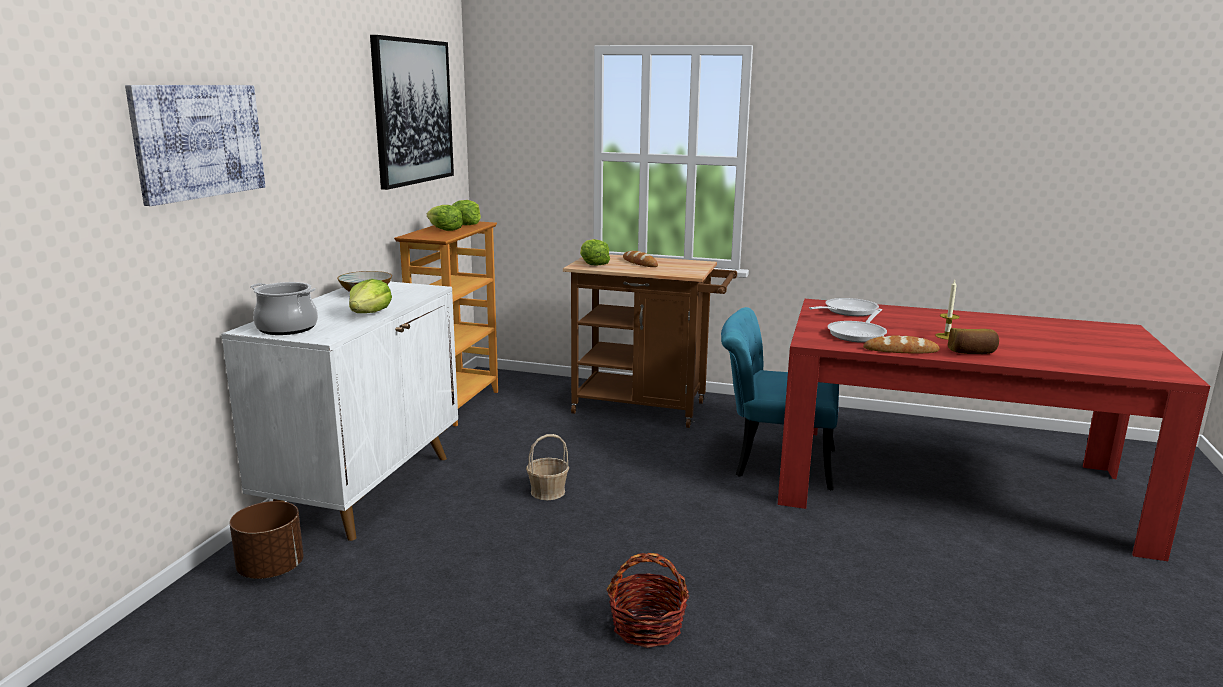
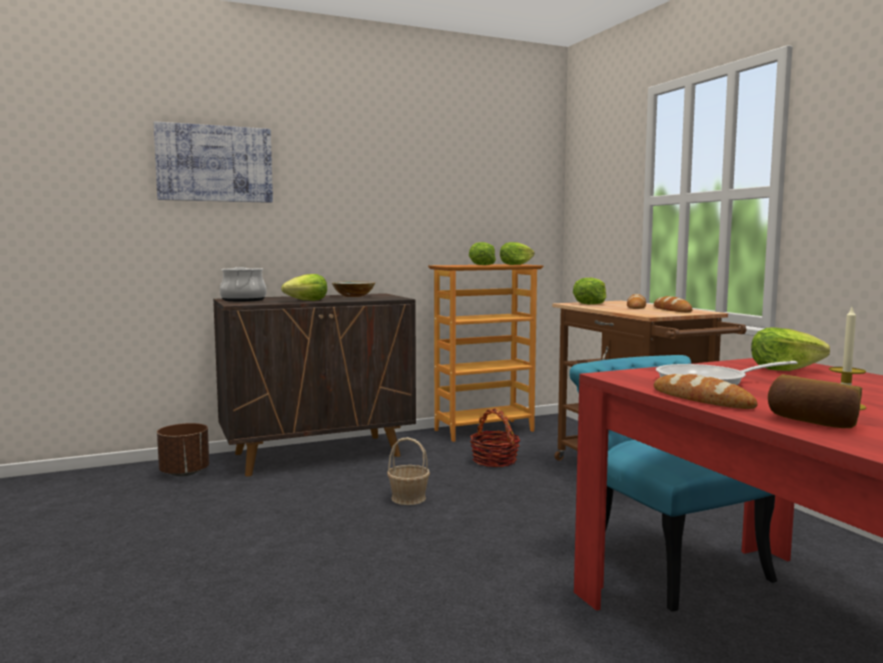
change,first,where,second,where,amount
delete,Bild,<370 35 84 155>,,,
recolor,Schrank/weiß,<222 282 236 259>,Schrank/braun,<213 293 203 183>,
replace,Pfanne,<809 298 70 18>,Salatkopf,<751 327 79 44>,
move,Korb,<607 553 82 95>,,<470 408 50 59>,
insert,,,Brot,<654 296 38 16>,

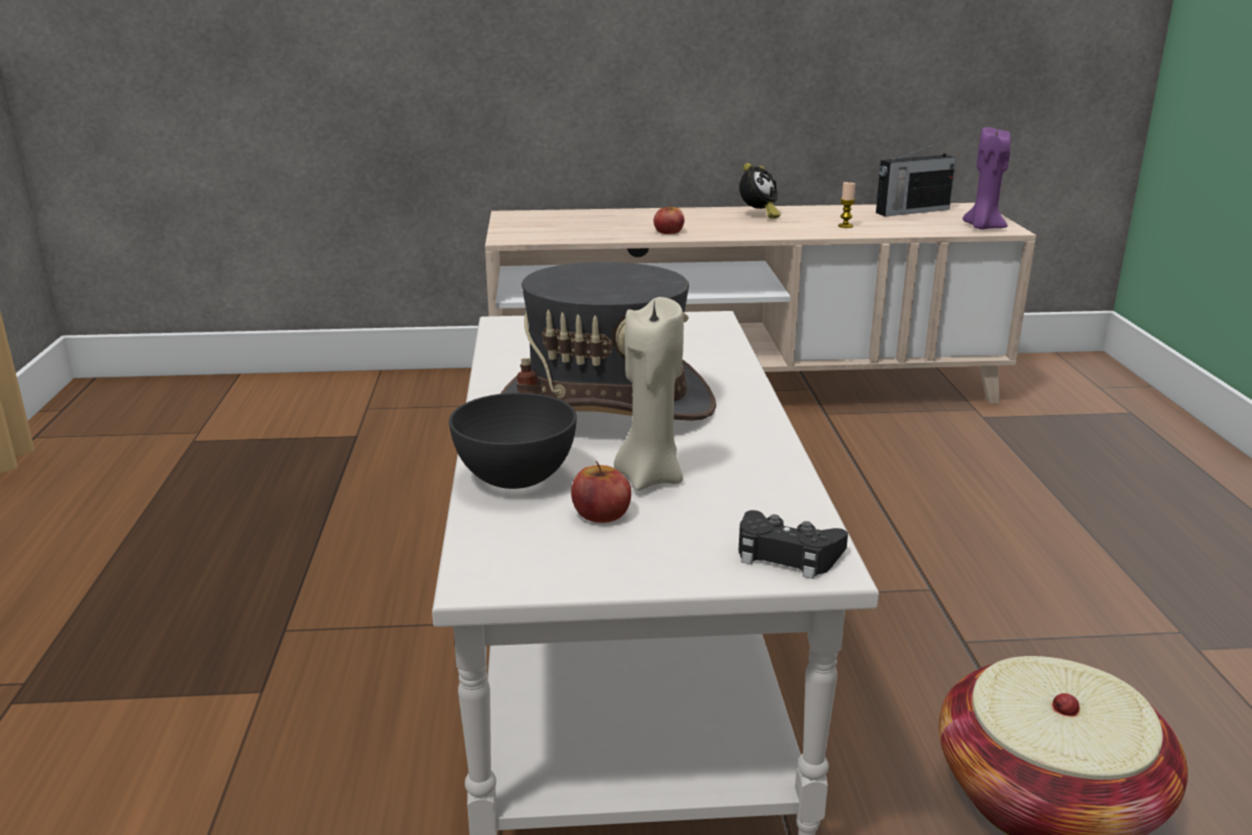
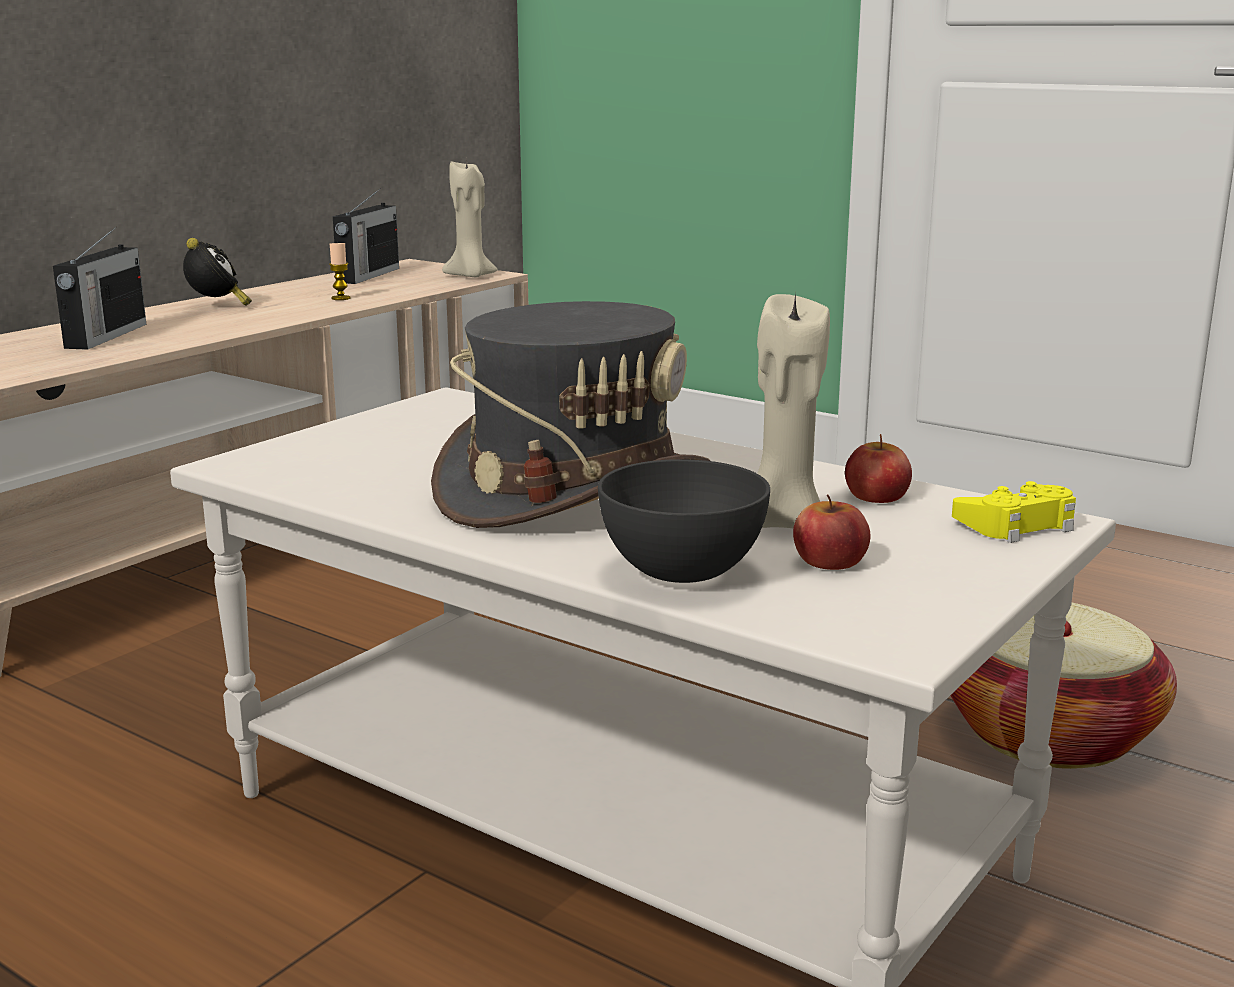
change,first,where,second,where,amount
recolor,Kerze/lila,<963 127 48 103>,Kerze/beige,<442 161 56 116>,
move,Apfel,<654 203 30 31>,,<845 434 67 69>,
recolor,Gamepad/schwarz,<739 510 109 69>,Gamepad/gelb,<952 481 124 62>,
insert,,,Radio,<53 226 94 124>,

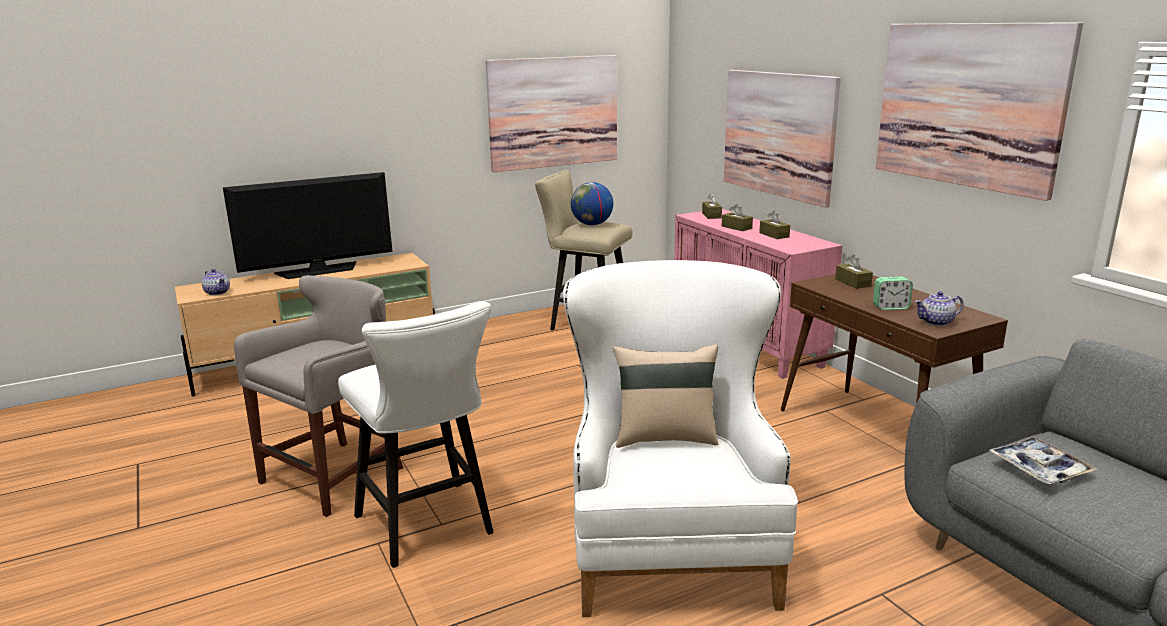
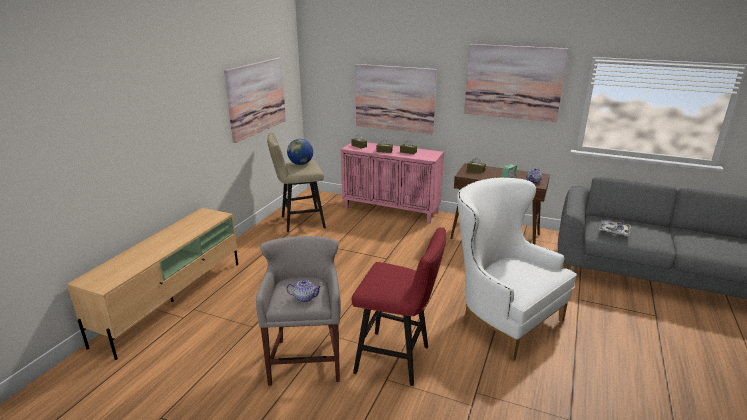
change,first,where,second,where,amount
delete,Fernseher,<223 172 169 107>,,,
move,Teekanne,<202 269 28 27>,,<286 280 36 23>,
recolor,Hocker/weiß,<338 301 156 267>,Hocker/rot,<352 227 94 159>,
delete,Kissen/beige,<613 344 105 104>,,,

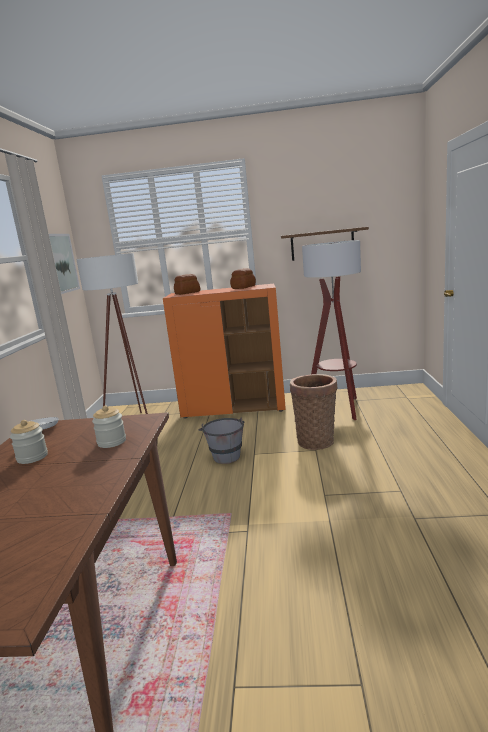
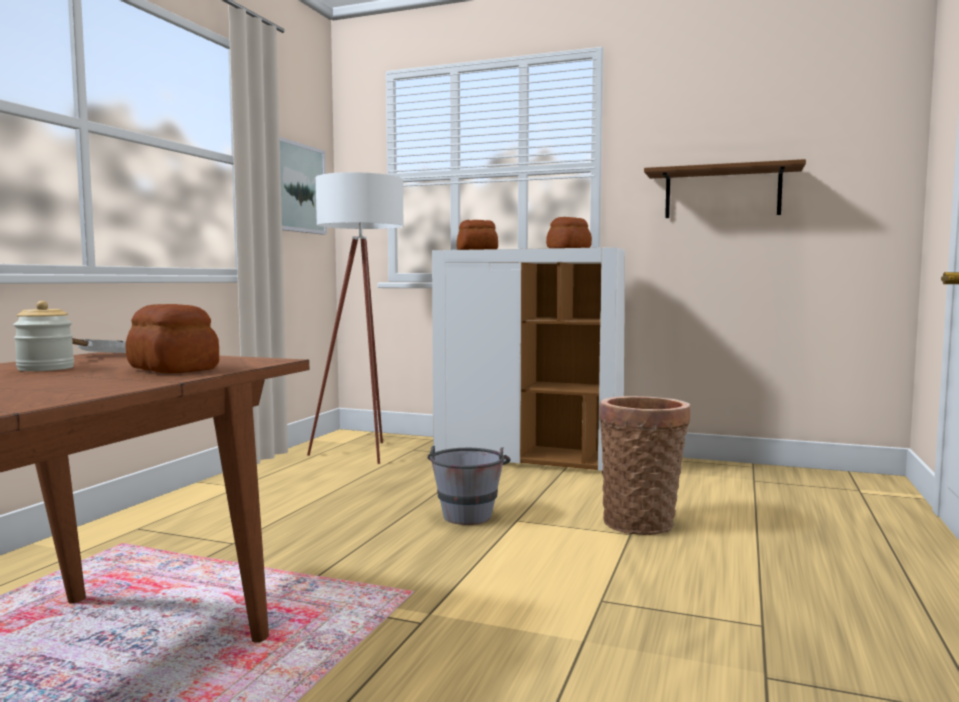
change,first,where,second,where,amount
delete,Stehlampe,<302 240 59 180>,,,
recolor,Schrank/orange,<163 284 123 135>,Schrank/weiß,<432 247 193 227>,
replace,Vorratsglas,<92 406 34 42>,Brot,<125 304 94 69>,

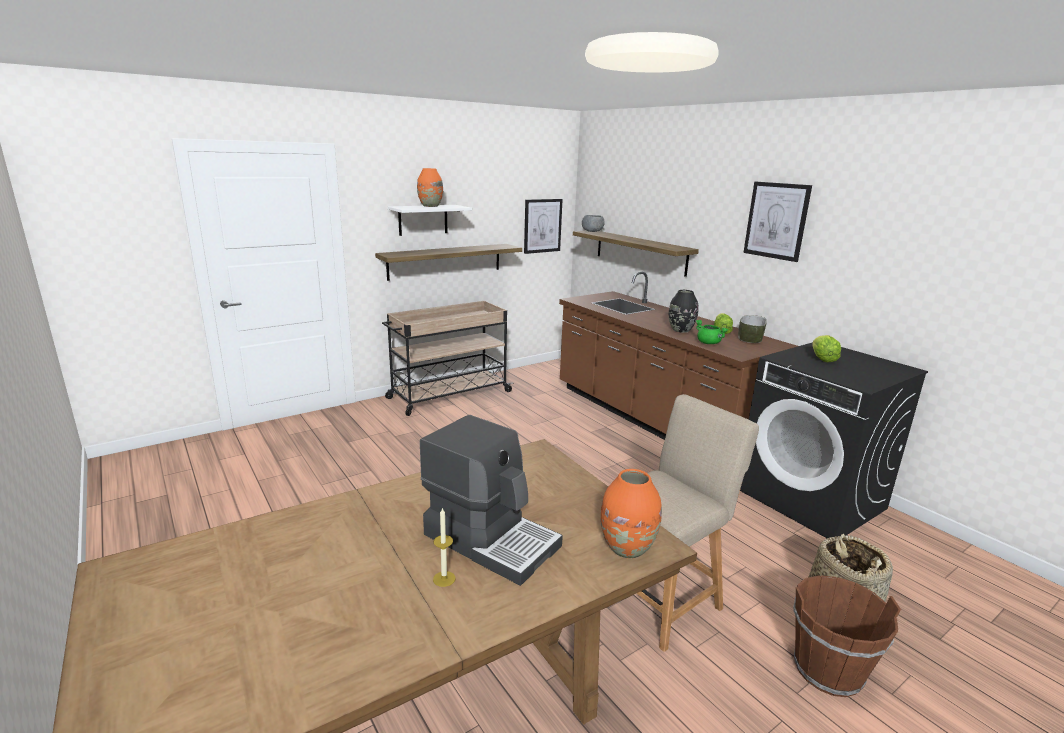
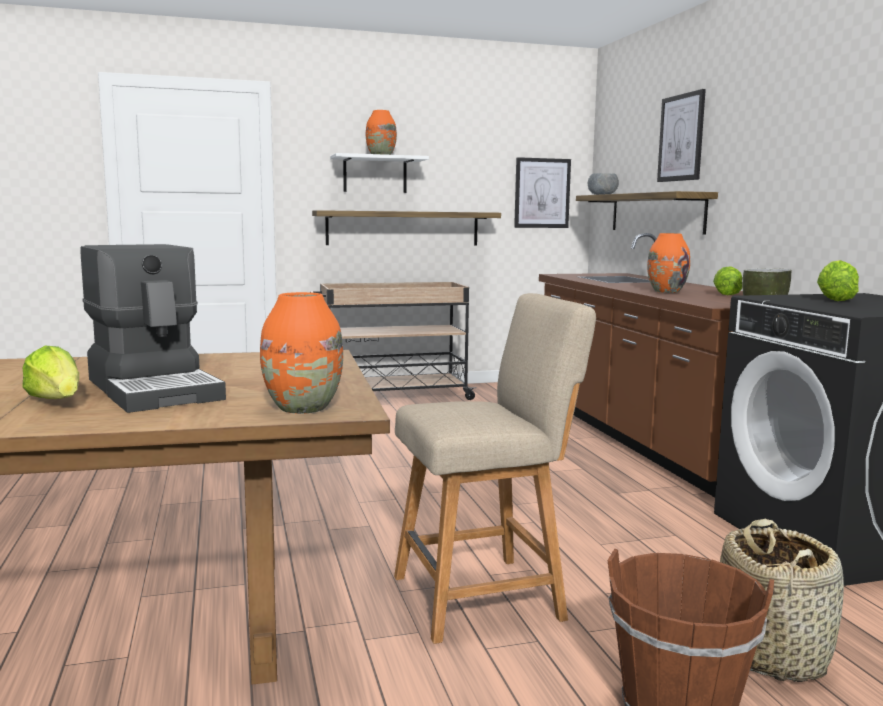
change,first,where,second,where,amount
move,Bild,<743 182 69 80>,,<657 89 49 93>,
recolor,Vase/schwarz,<669 290 30 43>,Vase/orange,<647 233 43 60>,
delete,Kochtopf/grün,<696 320 32 24>,,,
replace,Kerze,<433 507 23 80>,Salatkopf,<22 346 57 53>,

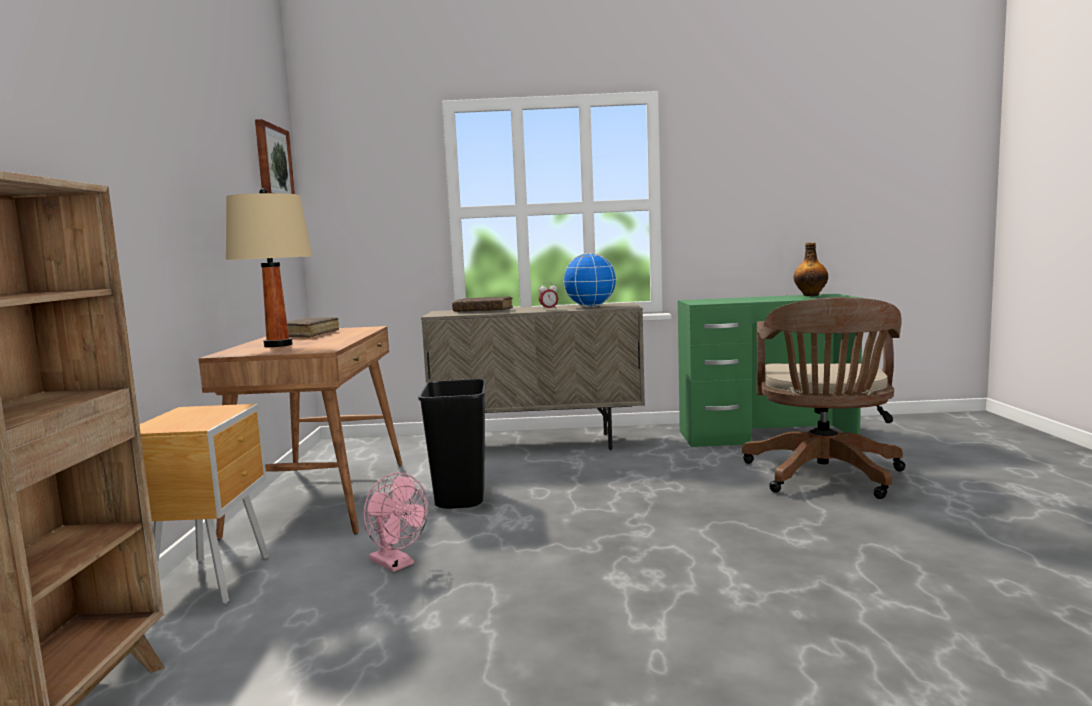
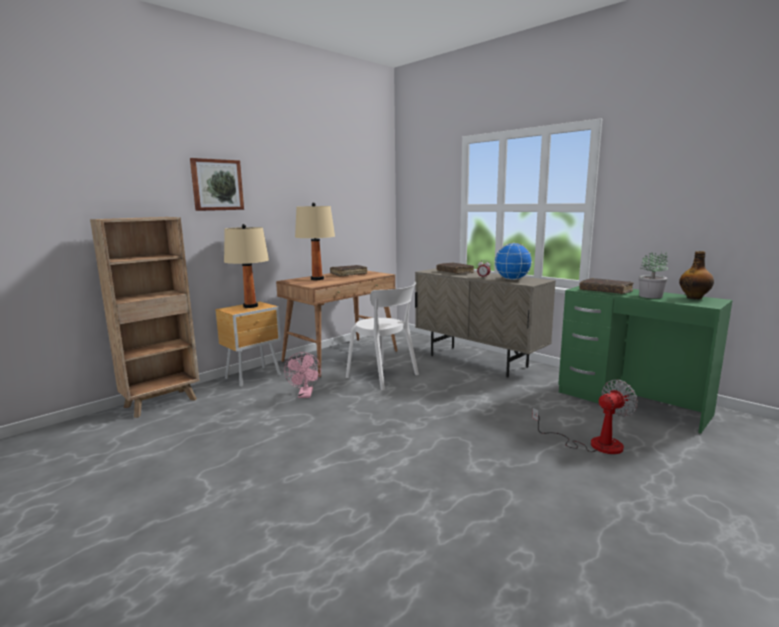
change,first,where,second,where,amount
move,Bild,<255 119 40 75>,,<190 158 54 53>,
replace,Bürostuhl/braun,<742 297 163 202>,Ventilator,<532 380 106 74>,
replace,Mülleimer/schwarz,<418 379 69 130>,Stuhl/weiß,<346 281 73 109>,
insert,,,Tischlampe/beige,<224 224 45 84>,
insert,,,Topfpflanze,<639 252 29 47>,
insert,,,Buch/braun,<579 278 55 16>,

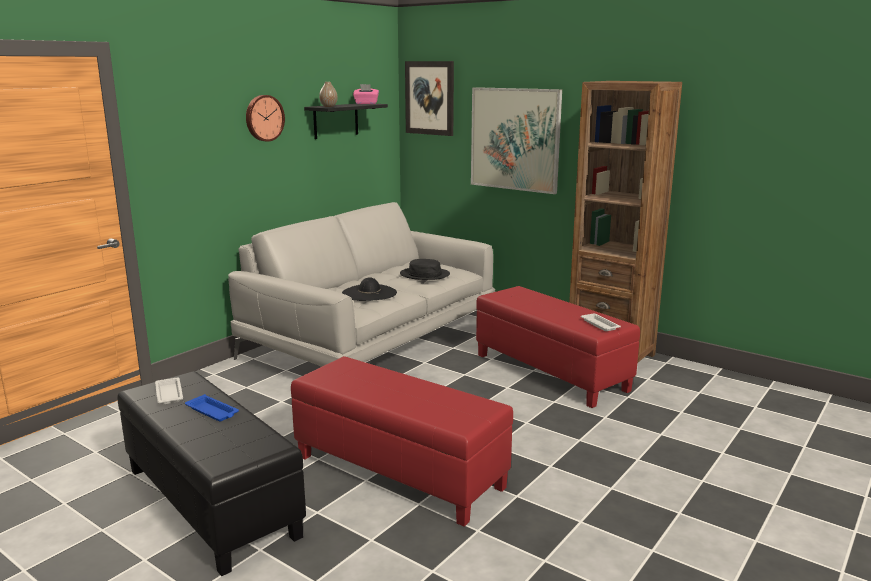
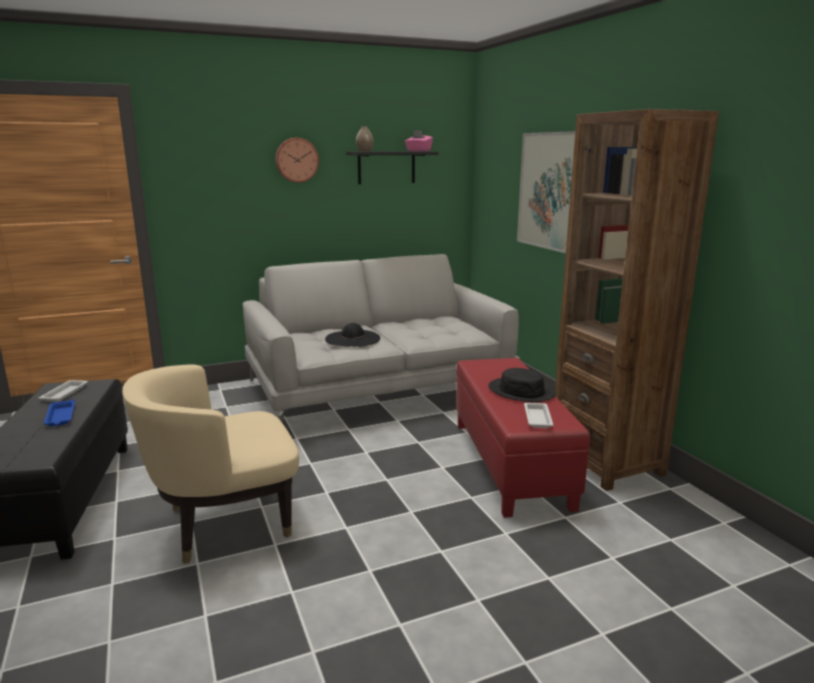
change,first,where,second,where,amount
delete,Bild,<405 61 49 75>,,,
move,Hut/schwarz,<400 259 50 21>,,<488 368 68 34>,
replace,Polsterhocker/rot,<291 356 222 171>,Sessel/beige,<122 364 177 200>,

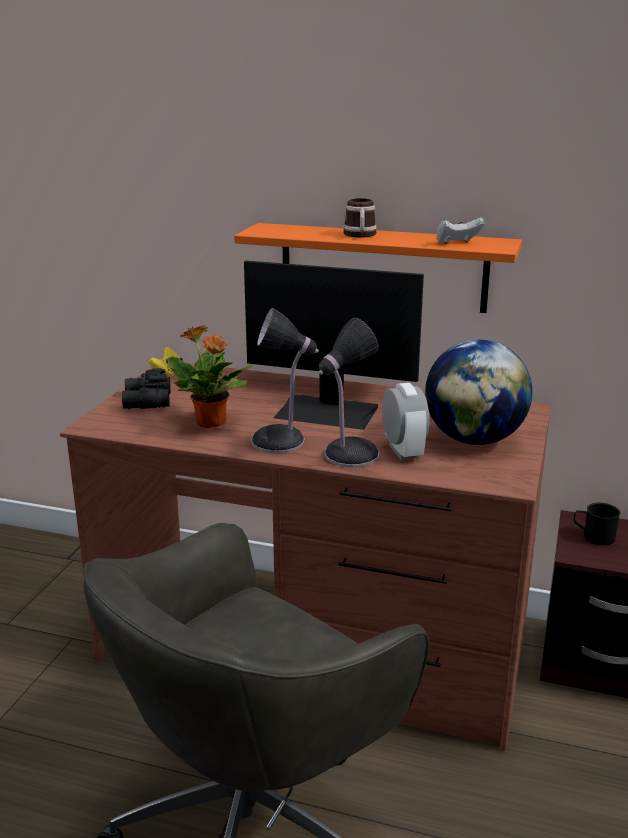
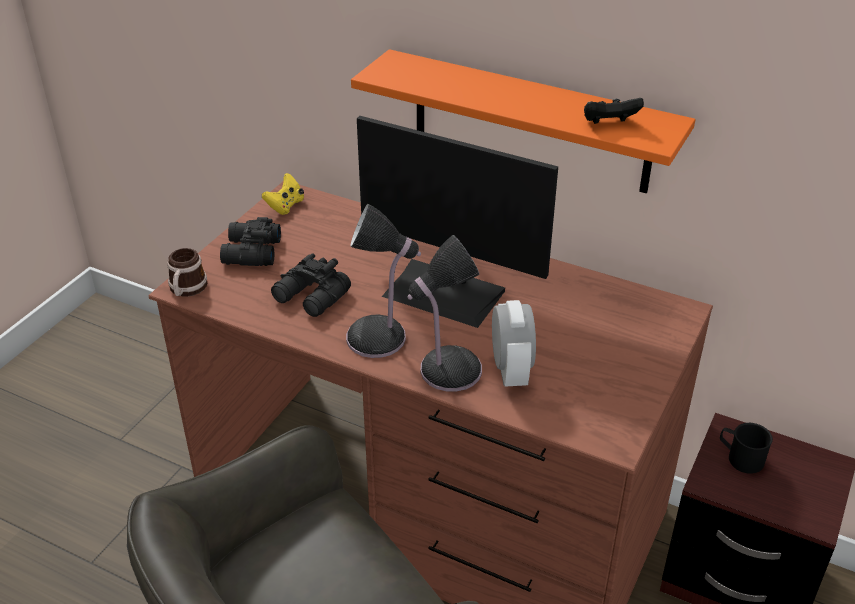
change,first,where,second,where,amount
move,Henkelbecher,<343 198 34 39>,,<167 248 40 49>,
recolor,Gamepad/weiß,<436 218 48 26>,Gamepad/schwarz,<584 98 60 26>,
replace,Topfpflanze,<167 325 87 103>,Fernglas/schwarz,<271 253 80 64>,
delete,Globus,<425 339 107 106>,,,

